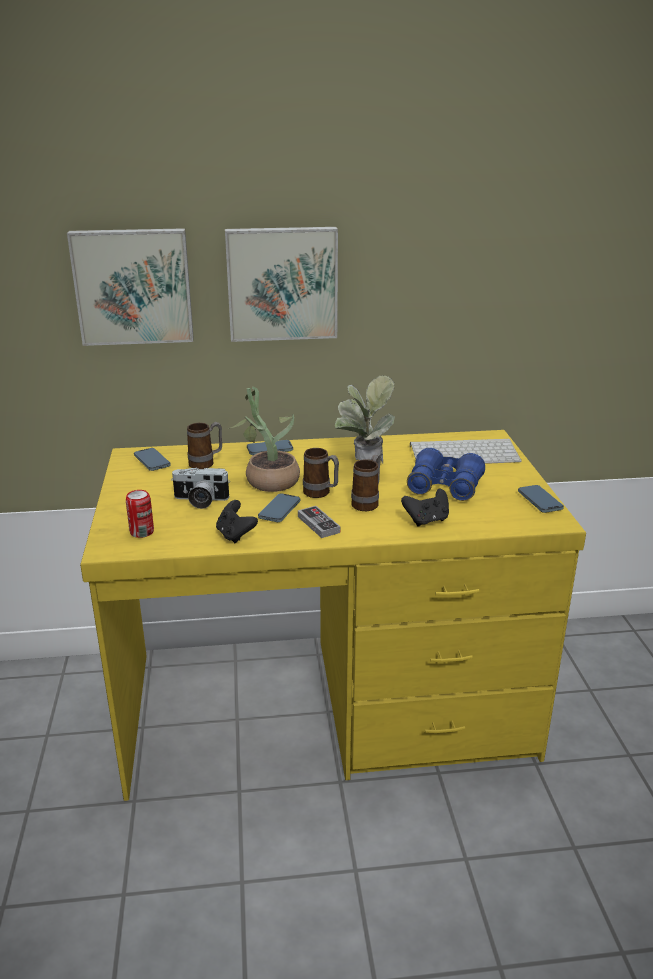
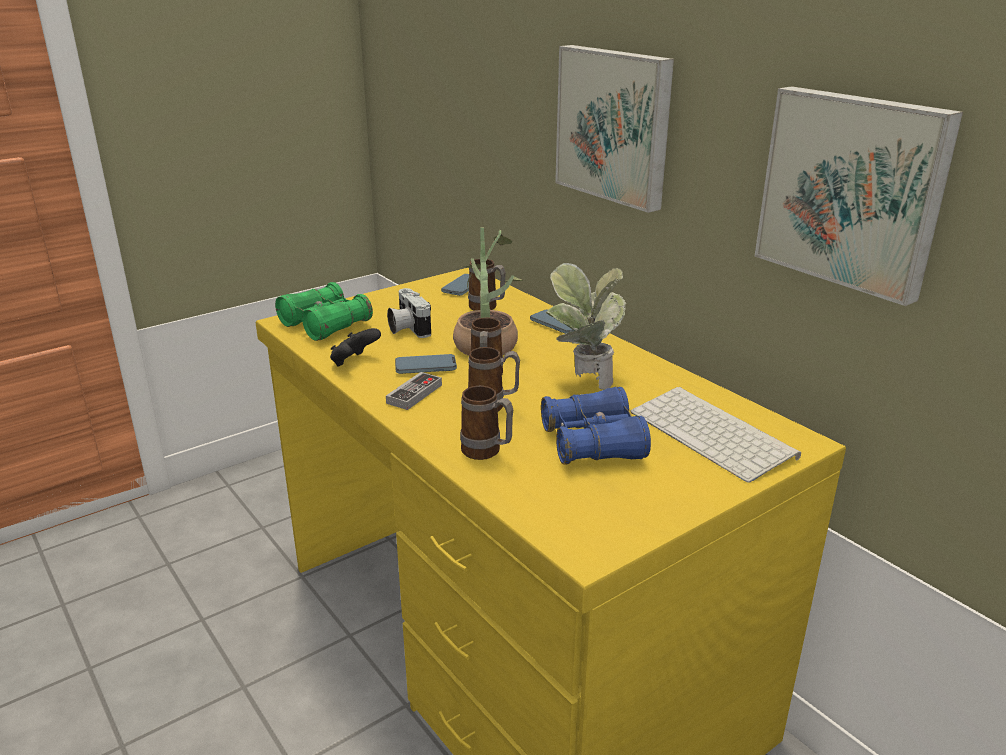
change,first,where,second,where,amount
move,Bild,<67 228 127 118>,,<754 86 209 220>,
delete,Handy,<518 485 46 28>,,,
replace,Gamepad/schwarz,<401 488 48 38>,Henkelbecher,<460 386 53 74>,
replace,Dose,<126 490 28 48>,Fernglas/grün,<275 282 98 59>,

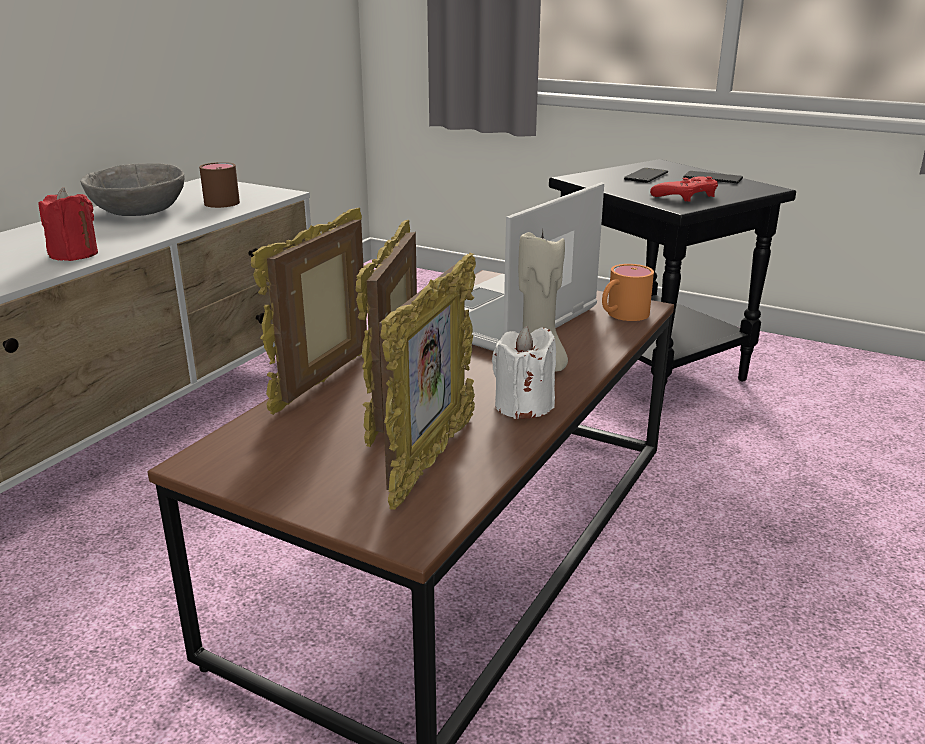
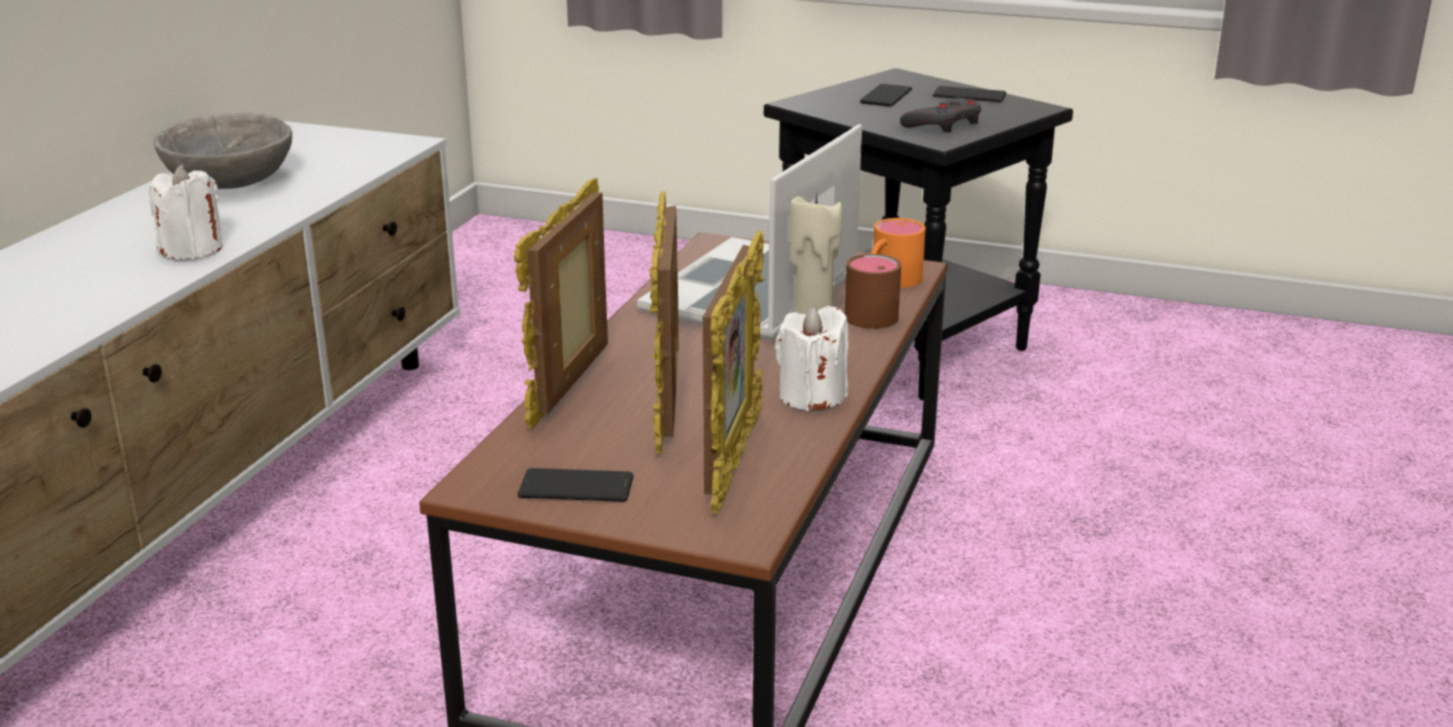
change,first,where,second,where,amount
move,Henkelbecher/braun,<199 162 41 46>,,<845 254 56 75>,
recolor,Gamepad/rot,<650 176 68 26>,Gamepad/grau,<900 98 81 35>,
recolor,Kerze/rot,<39 187 59 74>,Kerze/weiß,<148 164 75 95>,
insert,,,Handy,<518 468 115 34>,

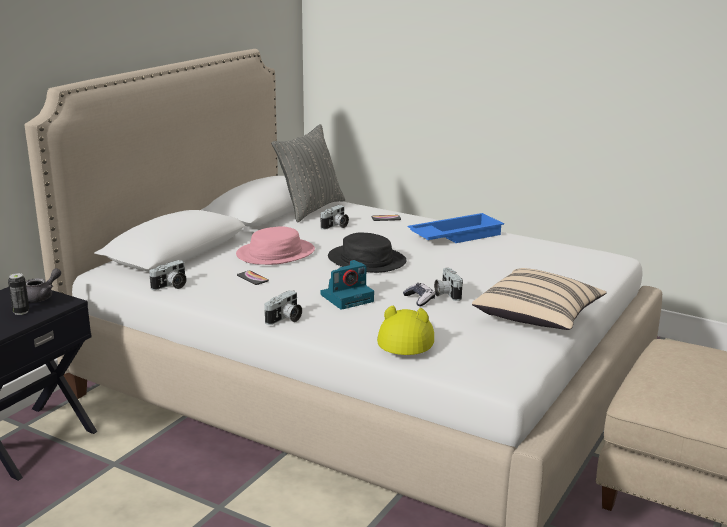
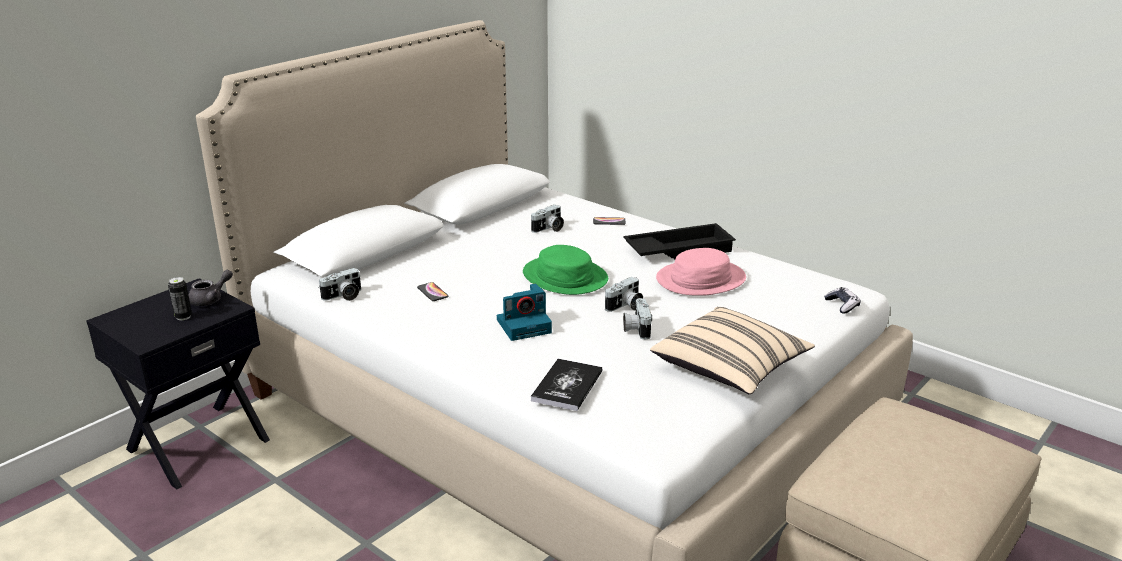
change,first,where,second,where,amount
delete,Kissen/grau,<271 124 74 99>,,,
recolor,Tablett/blau,<408 213 96 30>,Tablett/schwarz,<623 223 113 37>,
move,Hut/rosa,<236 226 79 39>,,<656 248 90 48>,
recolor,Hut/schwarz,<328 233 79 40>,Hut/grün,<523 245 85 50>,
move,Gamepad,<403 283 32 23>,,<824 287 37 27>,
move,Kamera,<264 290 38 35>,,<605 277 38 35>,
replace,Hut/gelb,<377 306 57 49>,Buch,<531 359 71 52>,

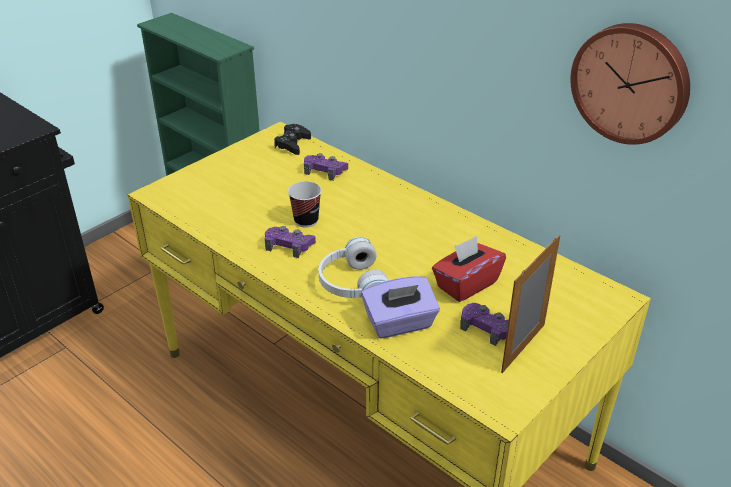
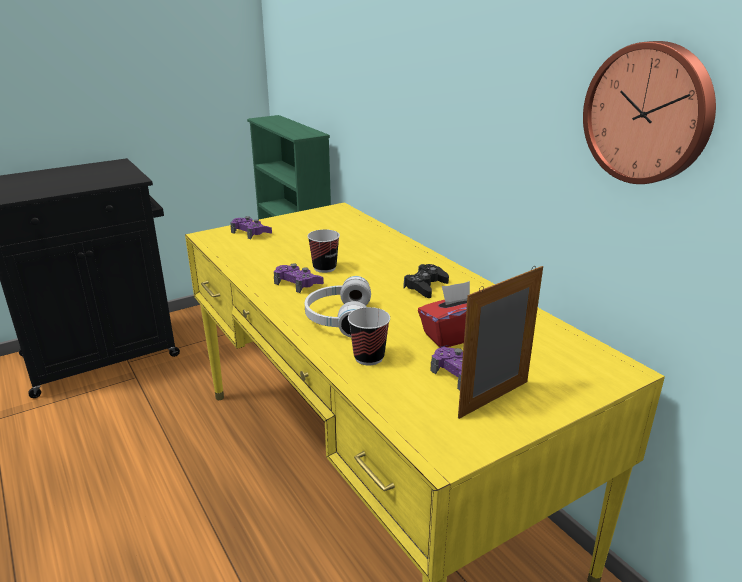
change,first,where,second,where,amount
move,Gamepad/schwarz,<274 124 37 31>,,<403 264 46 34>,
move,Gamepad/lila,<304 153 44 28>,,<231 216 41 24>,
replace,Taschentuchbox/lila,<361 276 79 62>,Tasse,<348 307 42 58>,

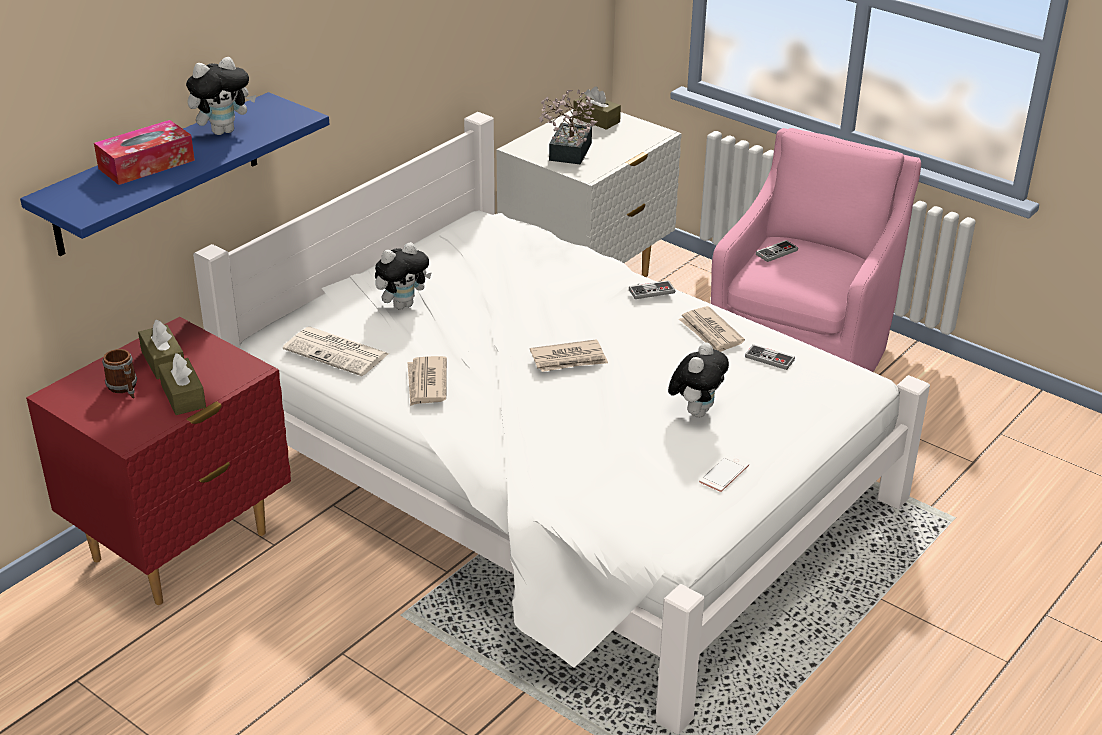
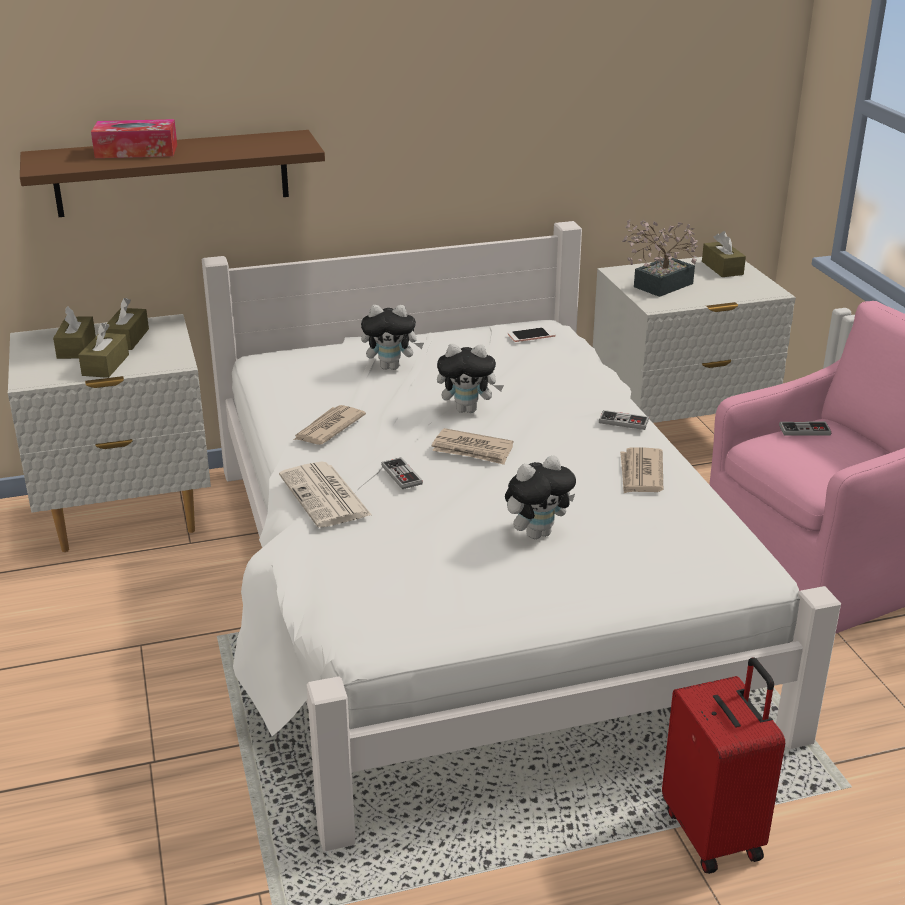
change,first,where,second,where,amount
move,Plüschtier,<186 57 70 78>,,<437 344 67 69>,
recolor,Wandregal/blau,<20 92 309 164>,Wandregal/braun,<20 130 305 87>,
recolor,Nachttisch/rot,<26 317 265 288>,Nachttisch/weiß,<8 314 203 238>,
move,Zeitung,<283 327 106 49>,,<279 461 93 67>,
move,Gamepad,<745 344 50 26>,,<381 457 42 32>,
replace,Henkelbecher,<102 349 35 50>,Taschentuchbox/braun,<53 306 43 53>,
move,Handy,<699 454 50 38>,,<508 327 48 15>,
insert,,,Koffer/rot,<662 657 123 217>,

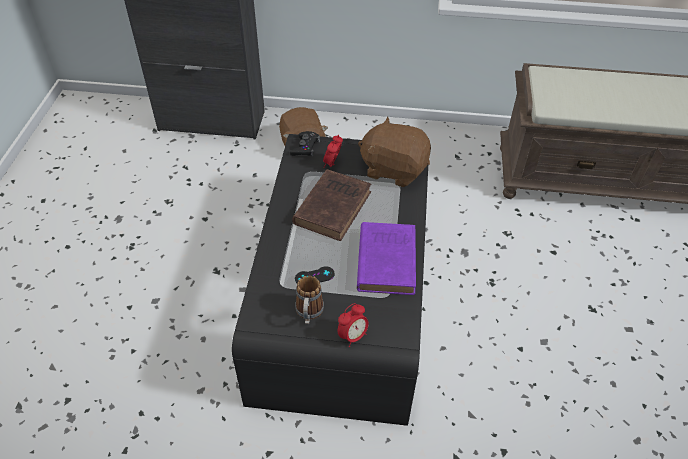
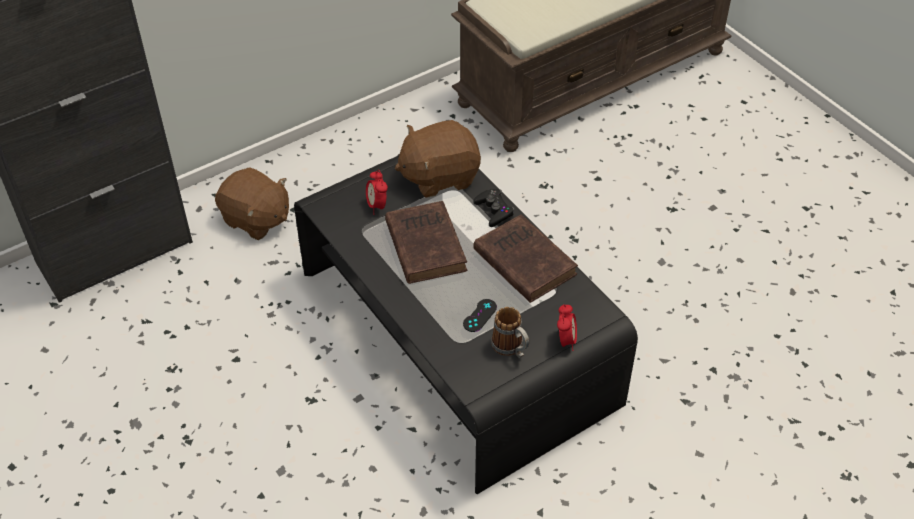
change,first,where,second,where,amount
move,Gamepad/schwarz,<290 131 30 25>,,<473 189 42 38>,
recolor,Buch/lila,<357 222 59 73>,Buch/braun,<473 214 105 89>,

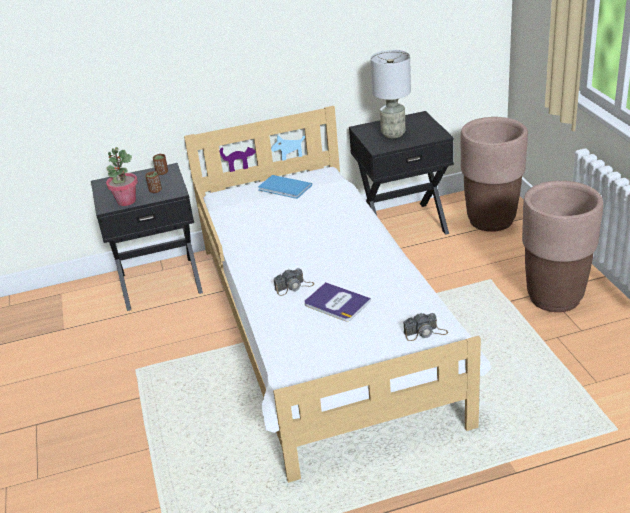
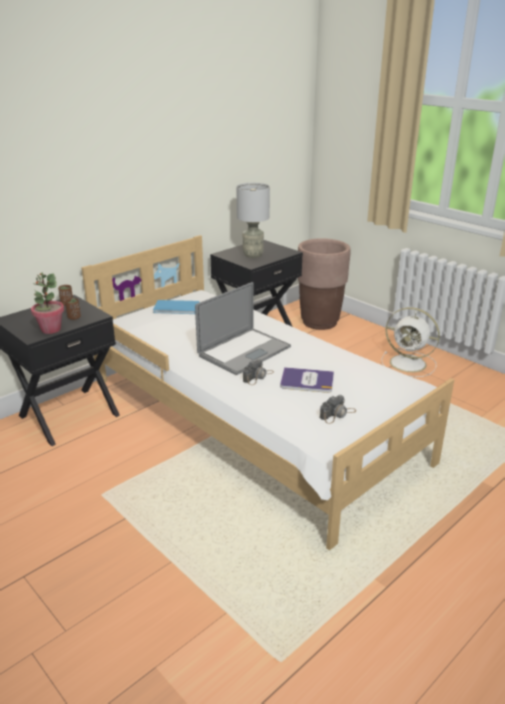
change,first,where,second,where,amount
replace,Pflanzkübel/braun,<522 181 81 131>,Ventilator/weiß,<381 307 59 70>,
move,Kamera,<404 312 44 29>,,<320 395 36 29>,
insert,,,Laptop,<195 282 96 93>,

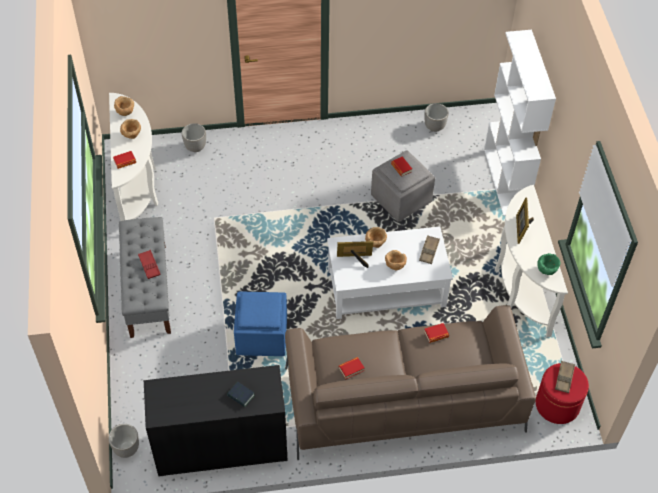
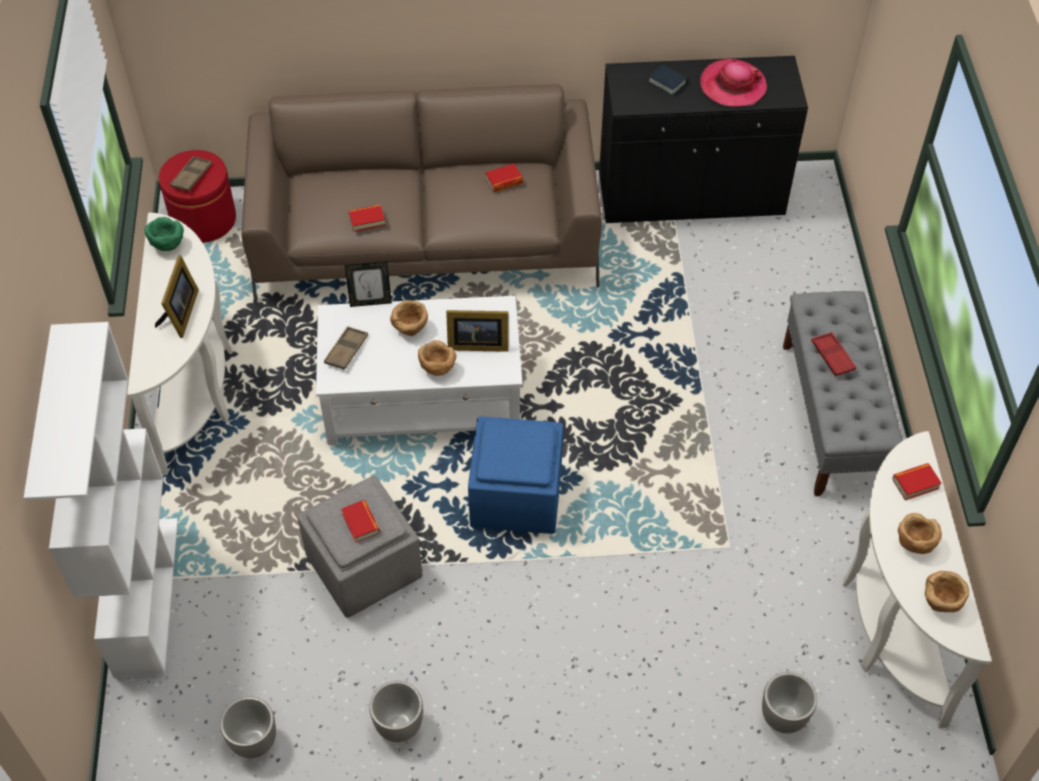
change,first,where,second,where,amount
move,Polsterhocker/blau,<234 292 53 64>,,<468 416 95 118>,
move,Pflanzkübel,<108 424 31 34>,,<369 681 54 61>,
insert,,,Hut,<700 59 67 48>,
insert,,,Bilderrahmen,<345 261 47 46>,

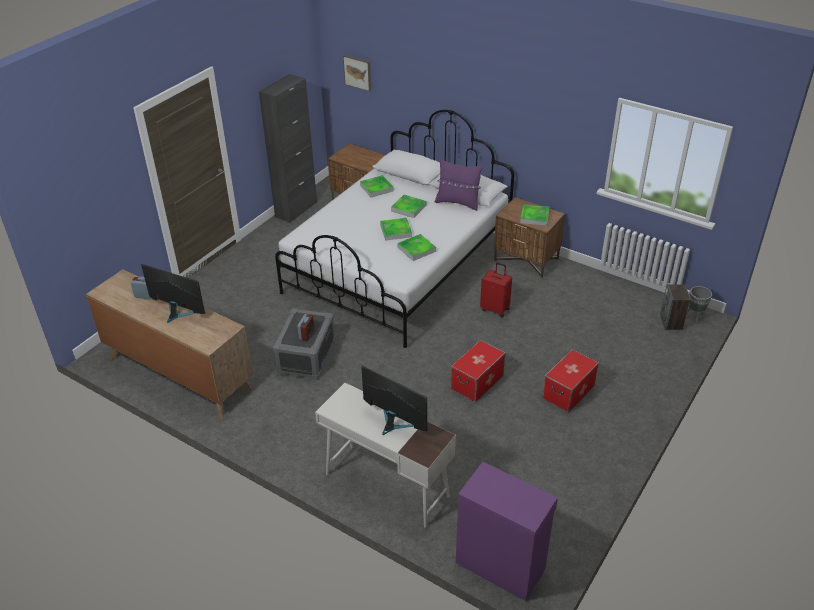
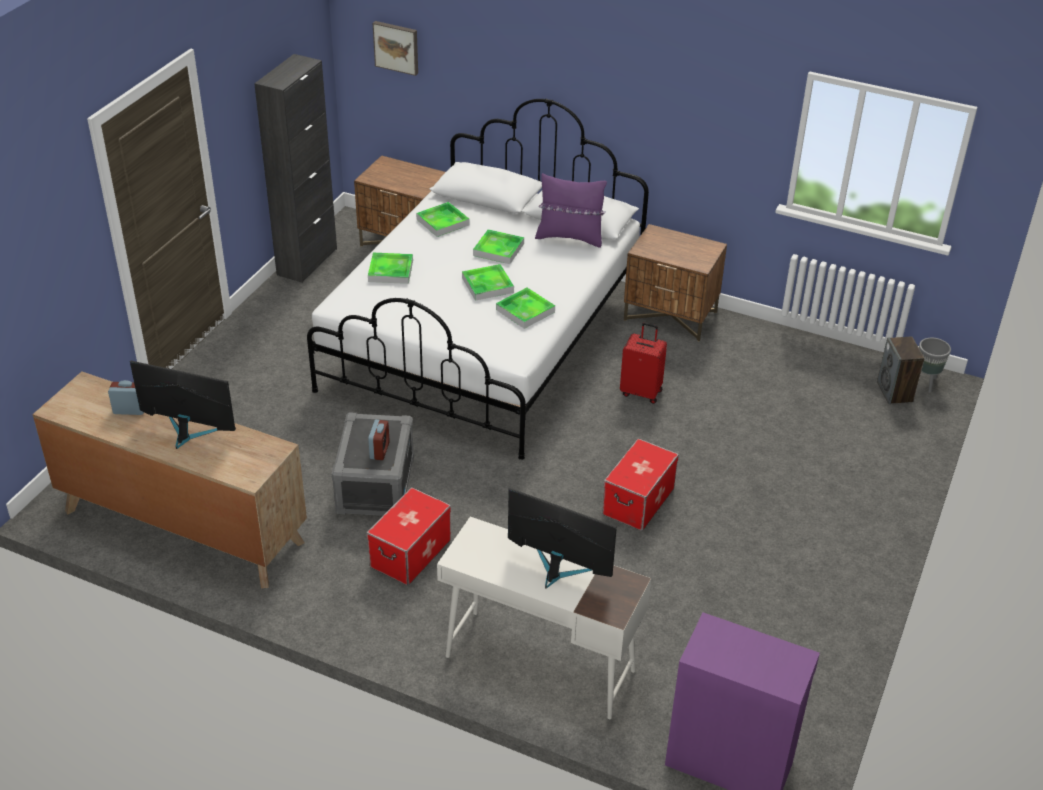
change,first,where,second,where,amount
move,Tablett,<520 204 29 22>,,<368 253 45 31>,
move,Aufbewahrungsbox,<543 349 56 64>,,<367 487 84 98>,

